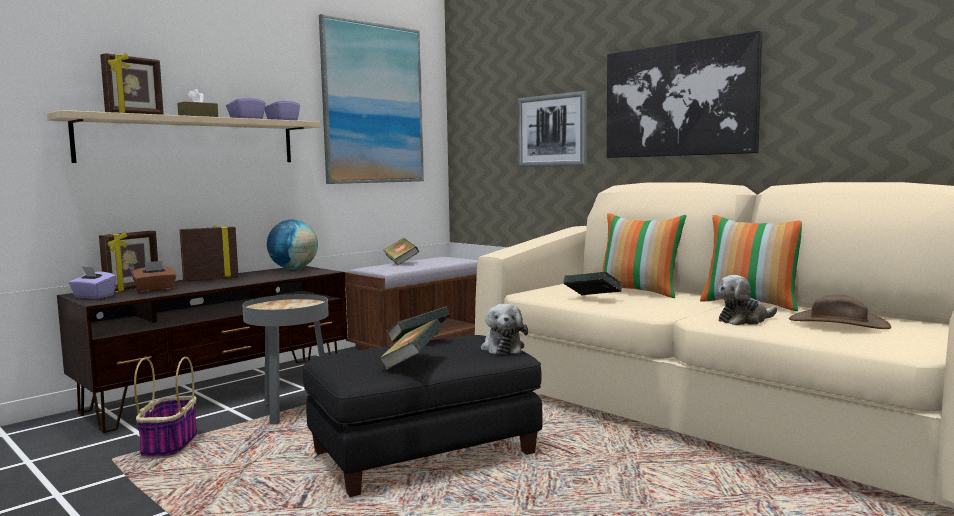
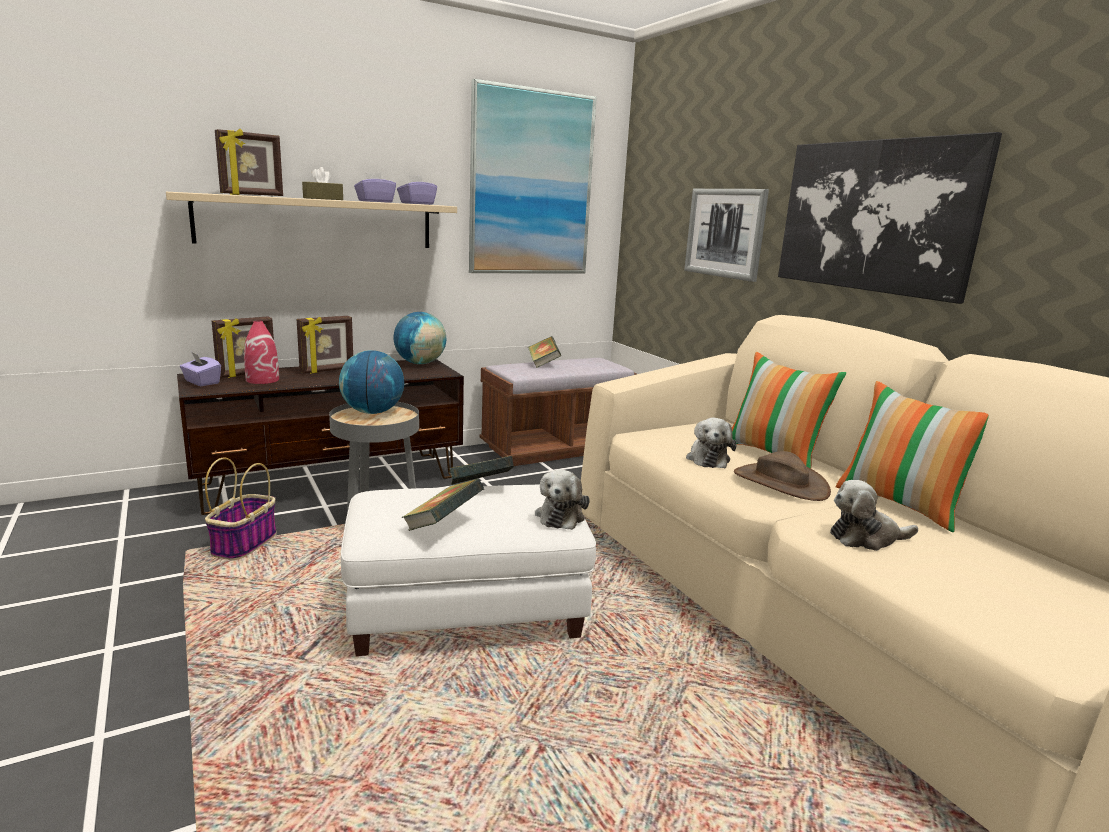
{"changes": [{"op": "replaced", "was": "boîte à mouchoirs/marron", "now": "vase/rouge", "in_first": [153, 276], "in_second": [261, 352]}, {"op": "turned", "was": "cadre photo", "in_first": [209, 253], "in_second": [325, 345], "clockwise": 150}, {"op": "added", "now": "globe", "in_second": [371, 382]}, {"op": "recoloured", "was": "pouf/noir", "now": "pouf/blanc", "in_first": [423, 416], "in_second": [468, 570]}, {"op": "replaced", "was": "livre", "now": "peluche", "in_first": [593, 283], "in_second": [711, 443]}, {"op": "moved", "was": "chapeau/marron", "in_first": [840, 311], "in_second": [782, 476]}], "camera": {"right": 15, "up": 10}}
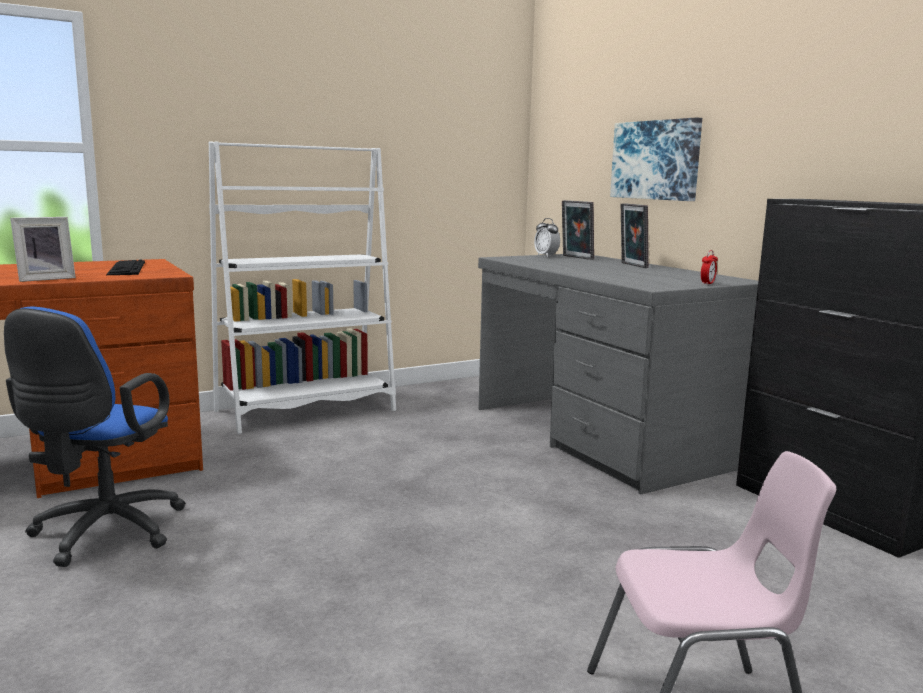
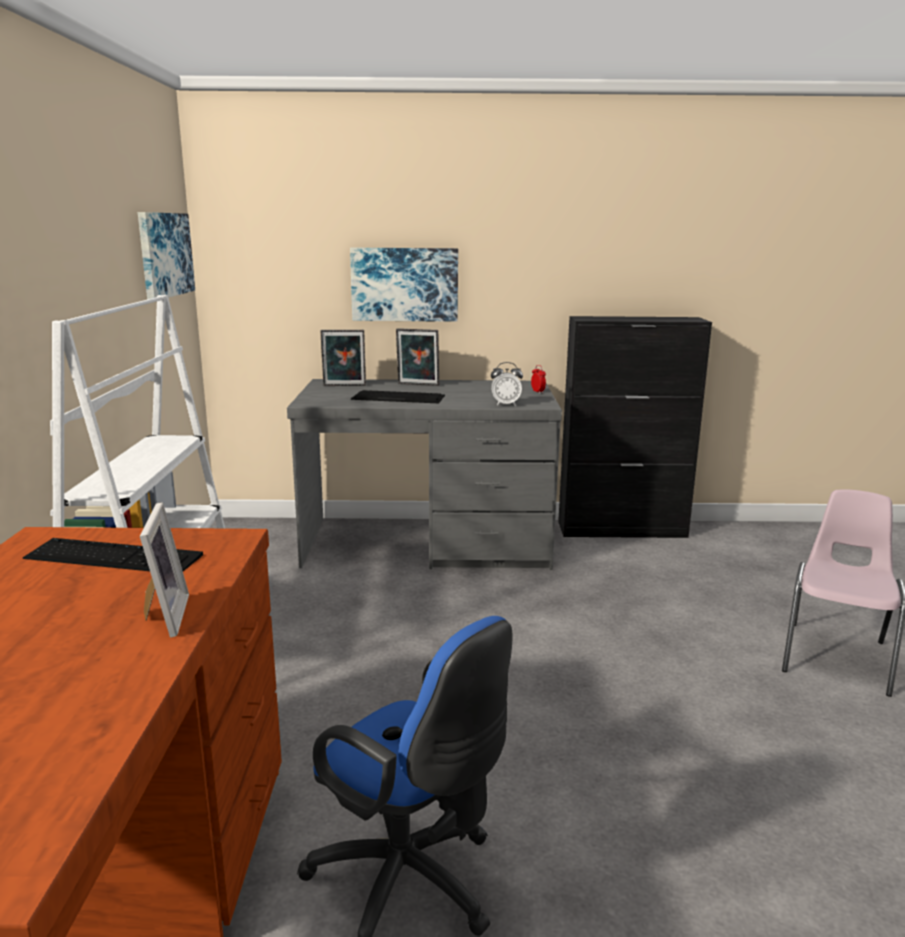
{"changes": [{"op": "added", "now": "tableau", "in_second": [166, 255]}, {"op": "added", "now": "clavier", "in_second": [398, 396]}, {"op": "moved", "was": "réveil", "in_first": [547, 237], "in_second": [507, 384]}], "camera": {"right": -60, "up": 5}}
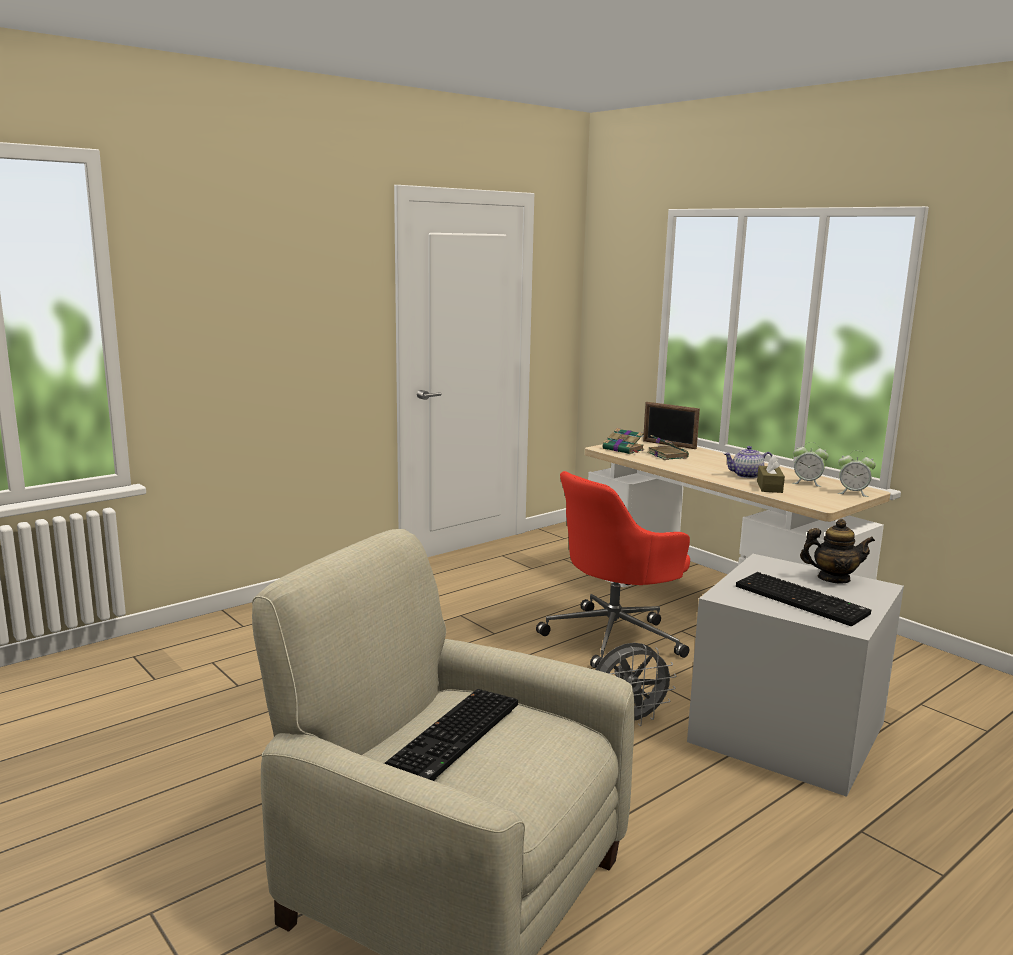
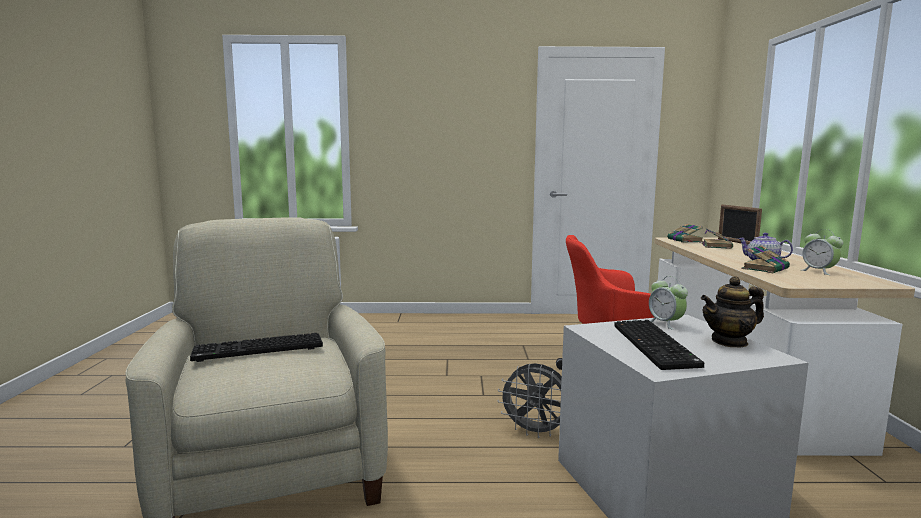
{"changes": [{"op": "moved", "was": "réveil", "in_first": [857, 474], "in_second": [668, 303]}, {"op": "turned", "was": "théière", "in_first": [837, 551], "in_second": [732, 312], "clockwise": 120}, {"op": "replaced", "was": "boîte à mouchoirs/marron", "now": "livre", "in_first": [771, 474], "in_second": [766, 259]}], "camera": {"right": 40, "up": -5}}
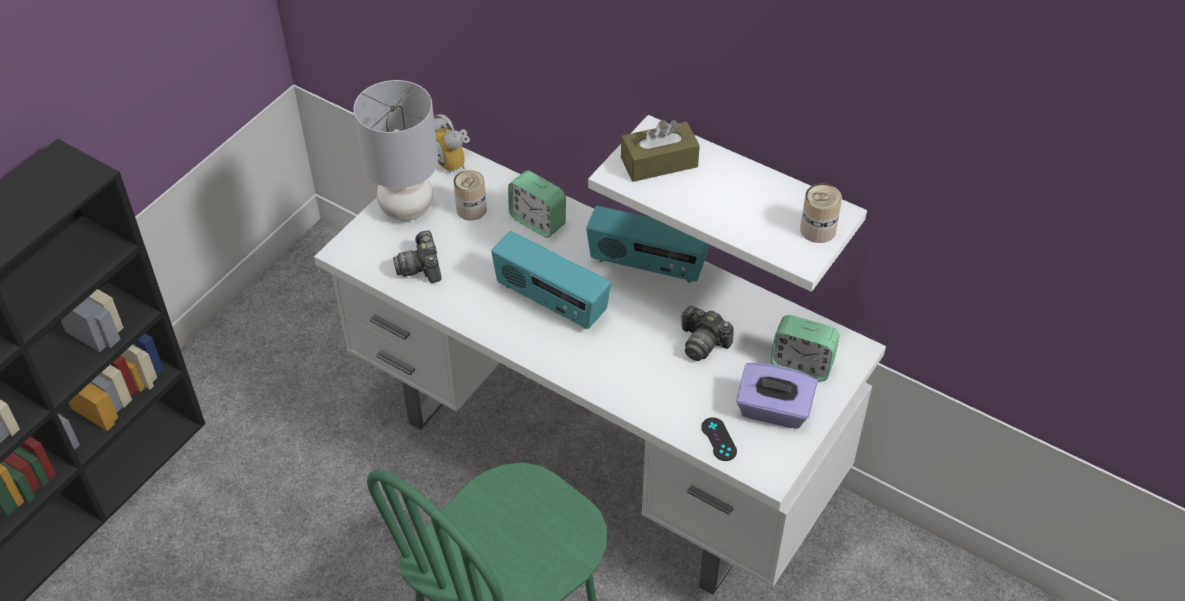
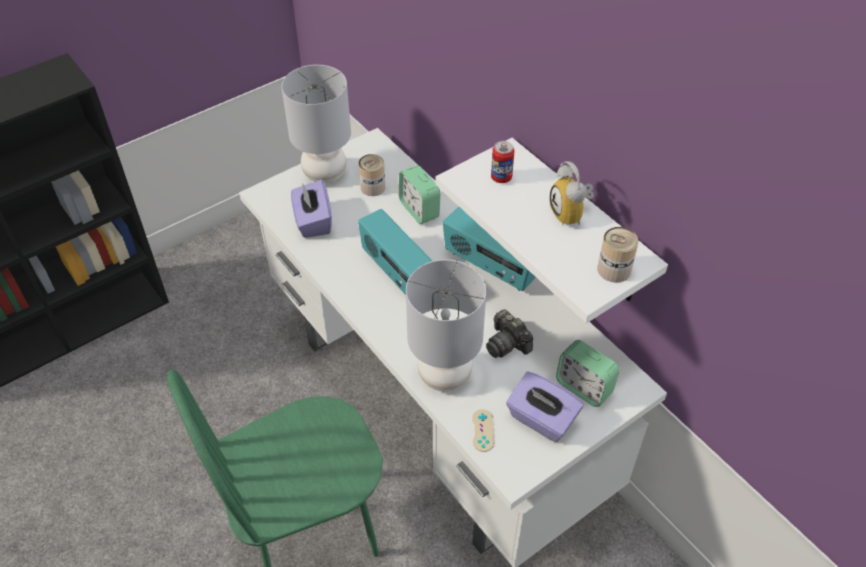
{"changes": [{"op": "replaced", "was": "appareil photo", "now": "boîte à mouchoirs/violet", "in_first": [417, 256], "in_second": [311, 209]}, {"op": "added", "now": "lampe de table/gris", "in_second": [446, 325]}, {"op": "recoloured", "was": "manette/noir", "now": "manette/beige", "in_first": [719, 439], "in_second": [483, 430]}, {"op": "replaced", "was": "boîte à mouchoirs/marron", "now": "boîte métallique", "in_first": [660, 151], "in_second": [503, 162]}, {"op": "moved", "was": "réveil", "in_first": [452, 143], "in_second": [571, 193]}], "camera": {"right": 20, "up": 0}}
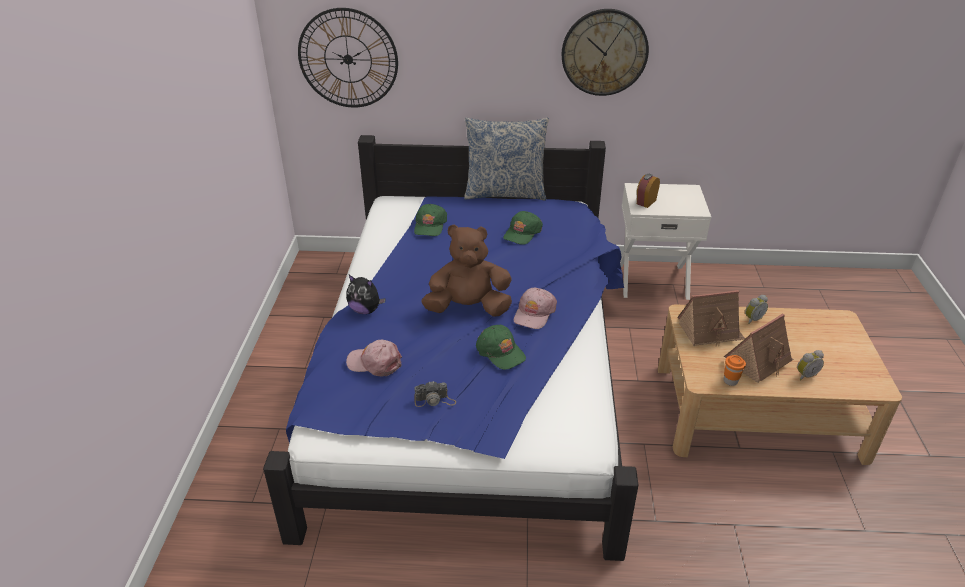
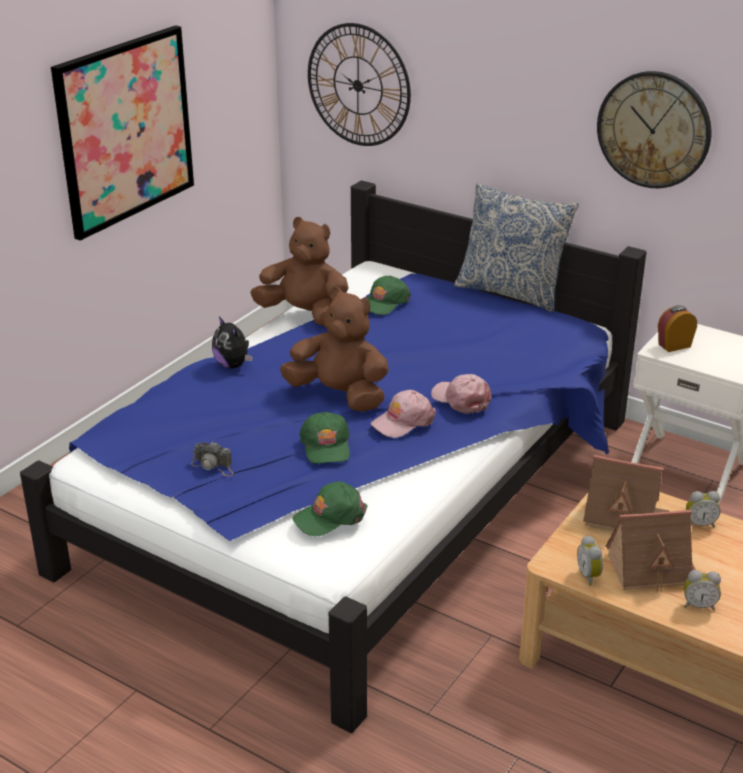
{"changes": [{"op": "added", "now": "tableau", "in_second": [122, 133]}, {"op": "added", "now": "peluche/marron", "in_second": [299, 271]}, {"op": "moved", "was": "casquette/vert", "in_first": [523, 228], "in_second": [330, 508]}, {"op": "moved", "was": "casquette/rose", "in_first": [374, 358], "in_second": [461, 394]}, {"op": "replaced", "was": "tasse/orange", "now": "réveil", "in_first": [735, 370], "in_second": [590, 560]}], "camera": {"right": 30, "up": -5}}
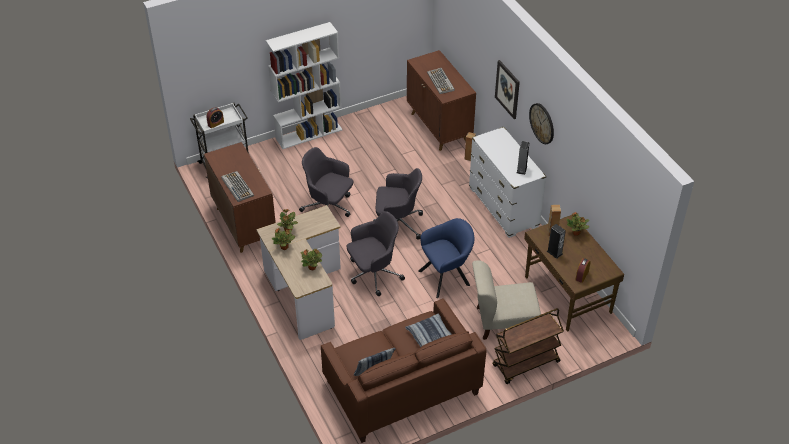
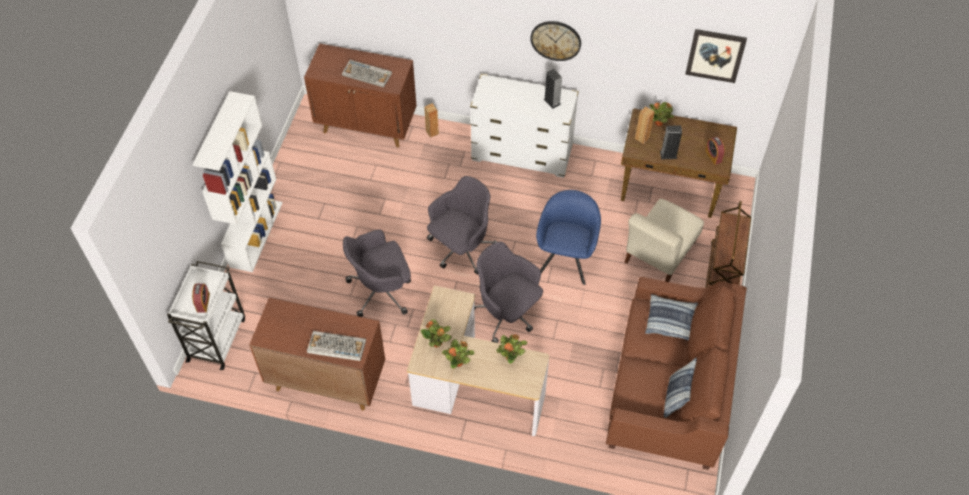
{"changes": [{"op": "turned", "was": "chaise de bureau/gris", "in_first": [376, 253], "in_second": [508, 292], "clockwise": -60}, {"op": "moved", "was": "tableau", "in_first": [507, 89], "in_second": [716, 56]}], "camera": {"right": -50, "up": 10}}
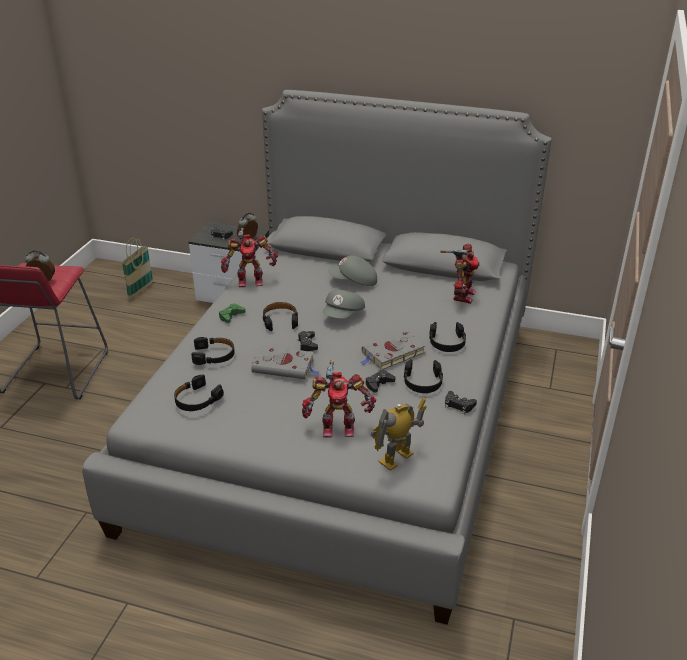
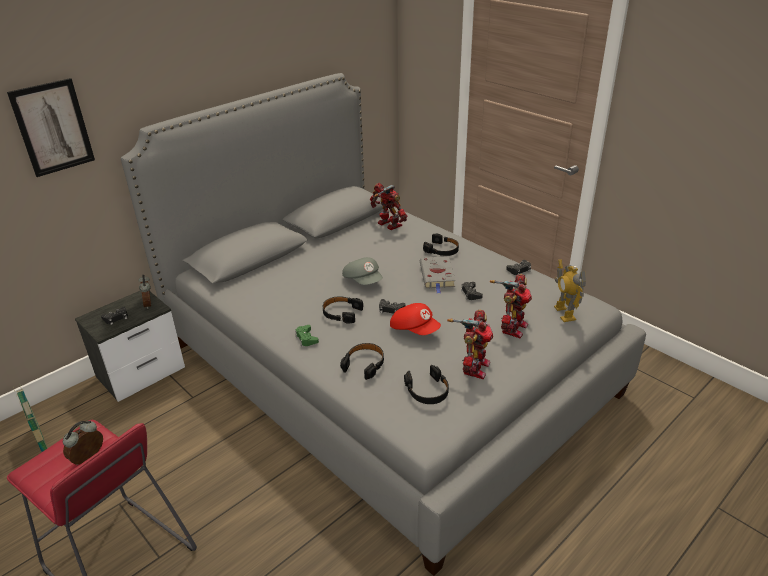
{"changes": [{"op": "added", "now": "tableau", "in_second": [51, 127]}, {"op": "replaced", "was": "livre/gris", "now": "casquette/rouge", "in_first": [285, 362], "in_second": [415, 319]}, {"op": "moved", "was": "robot jouet", "in_first": [249, 257], "in_second": [470, 344]}, {"op": "removed", "was": "casquette/gris", "in_first": [352, 270]}, {"op": "removed", "was": "casque audio/noir", "in_first": [423, 376]}], "camera": {"right": -60, "up": 0}}
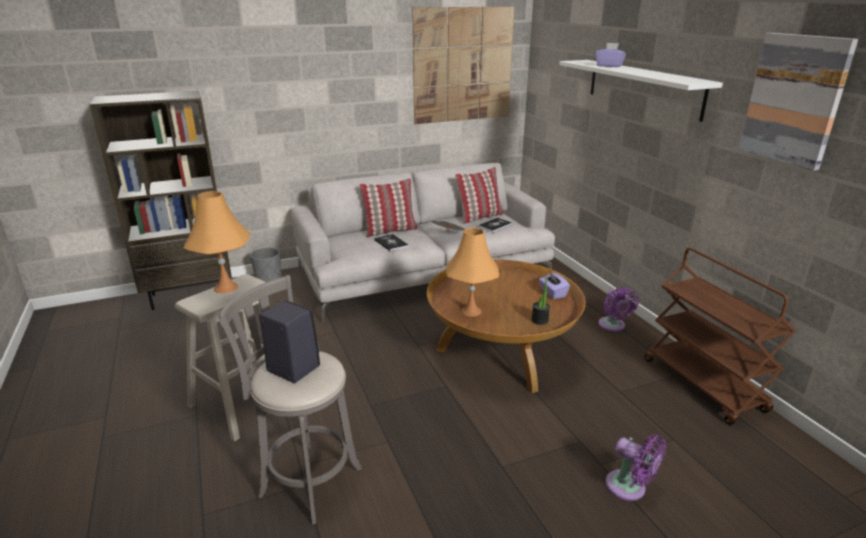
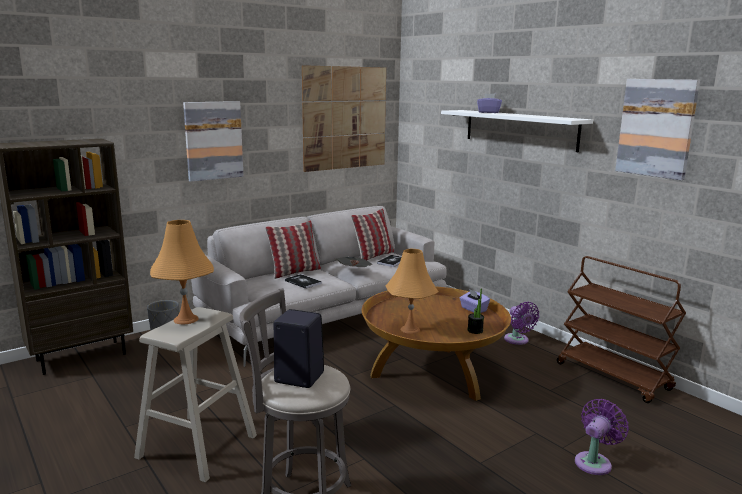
{"changes": [{"op": "added", "now": "tableau", "in_second": [213, 141]}, {"op": "turned", "was": "ventilateur/violet", "in_first": [636, 467], "in_second": [602, 437], "clockwise": -75}], "camera": {"right": -15, "up": -10}}
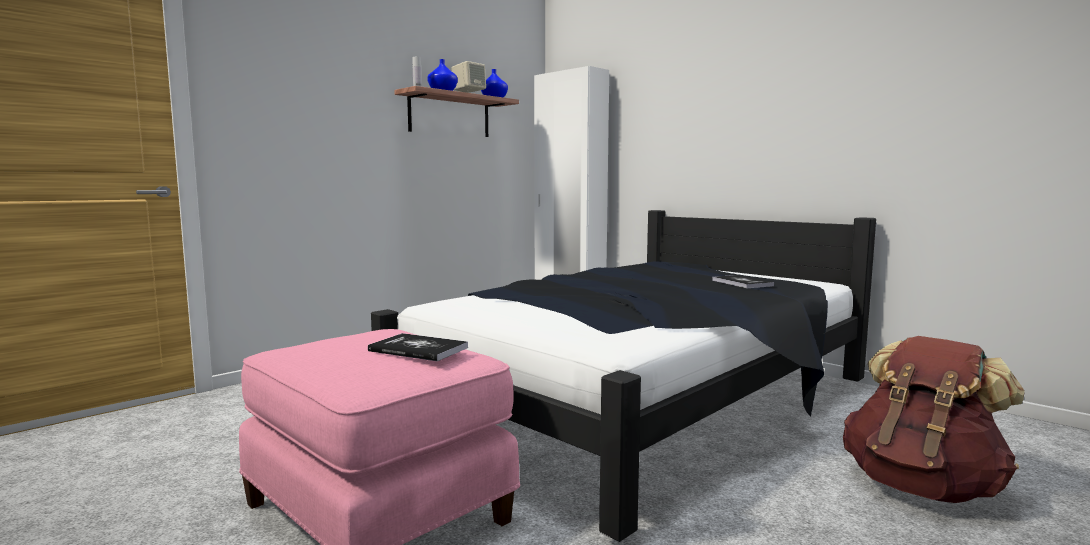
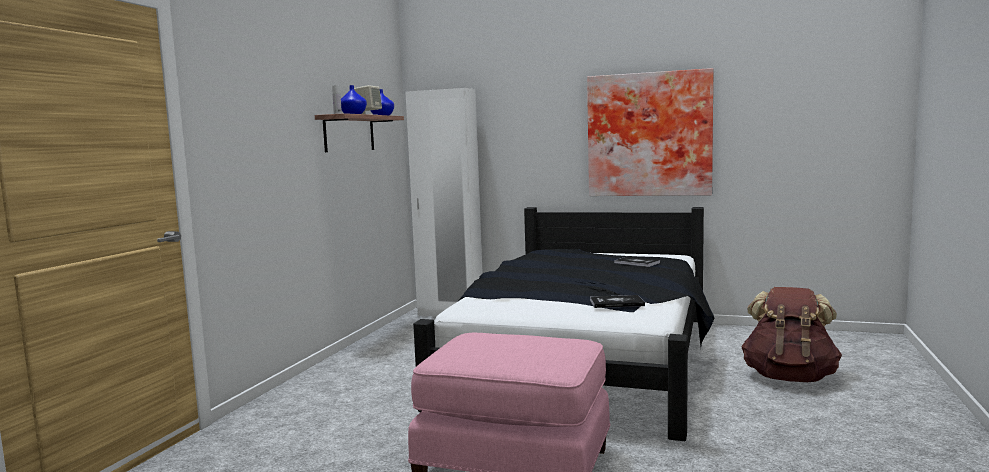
{"changes": [{"op": "added", "now": "tableau", "in_second": [650, 132]}, {"op": "moved", "was": "livre", "in_first": [418, 347], "in_second": [617, 301]}], "camera": {"right": -25, "up": 0}}
